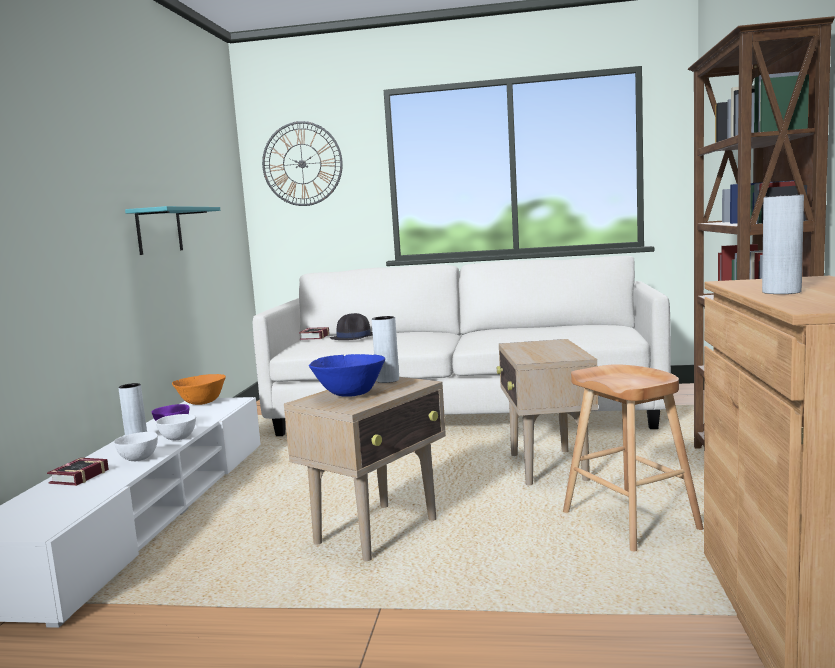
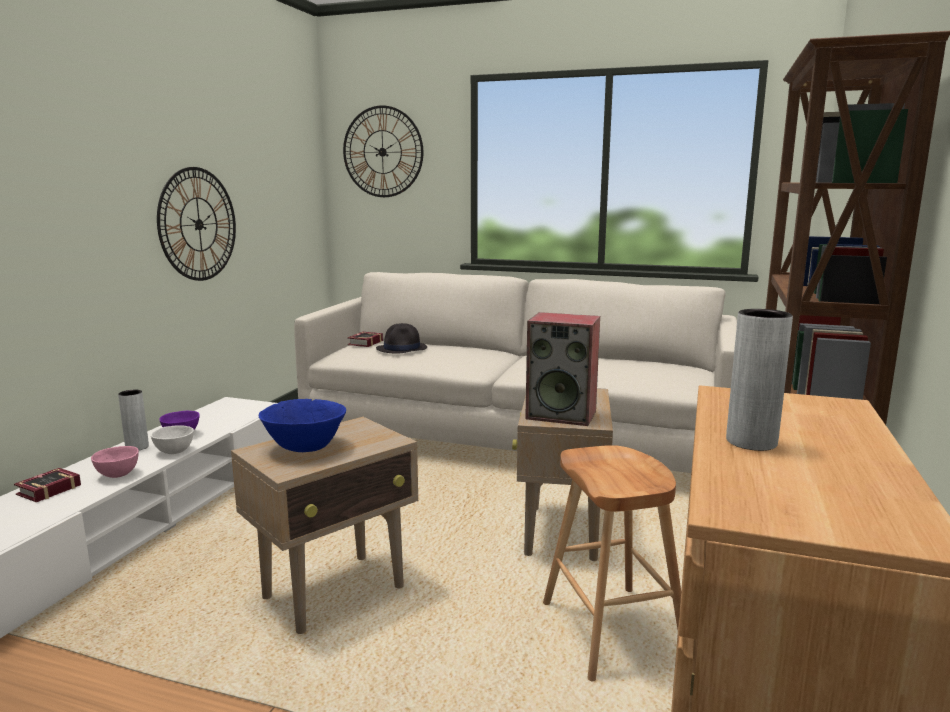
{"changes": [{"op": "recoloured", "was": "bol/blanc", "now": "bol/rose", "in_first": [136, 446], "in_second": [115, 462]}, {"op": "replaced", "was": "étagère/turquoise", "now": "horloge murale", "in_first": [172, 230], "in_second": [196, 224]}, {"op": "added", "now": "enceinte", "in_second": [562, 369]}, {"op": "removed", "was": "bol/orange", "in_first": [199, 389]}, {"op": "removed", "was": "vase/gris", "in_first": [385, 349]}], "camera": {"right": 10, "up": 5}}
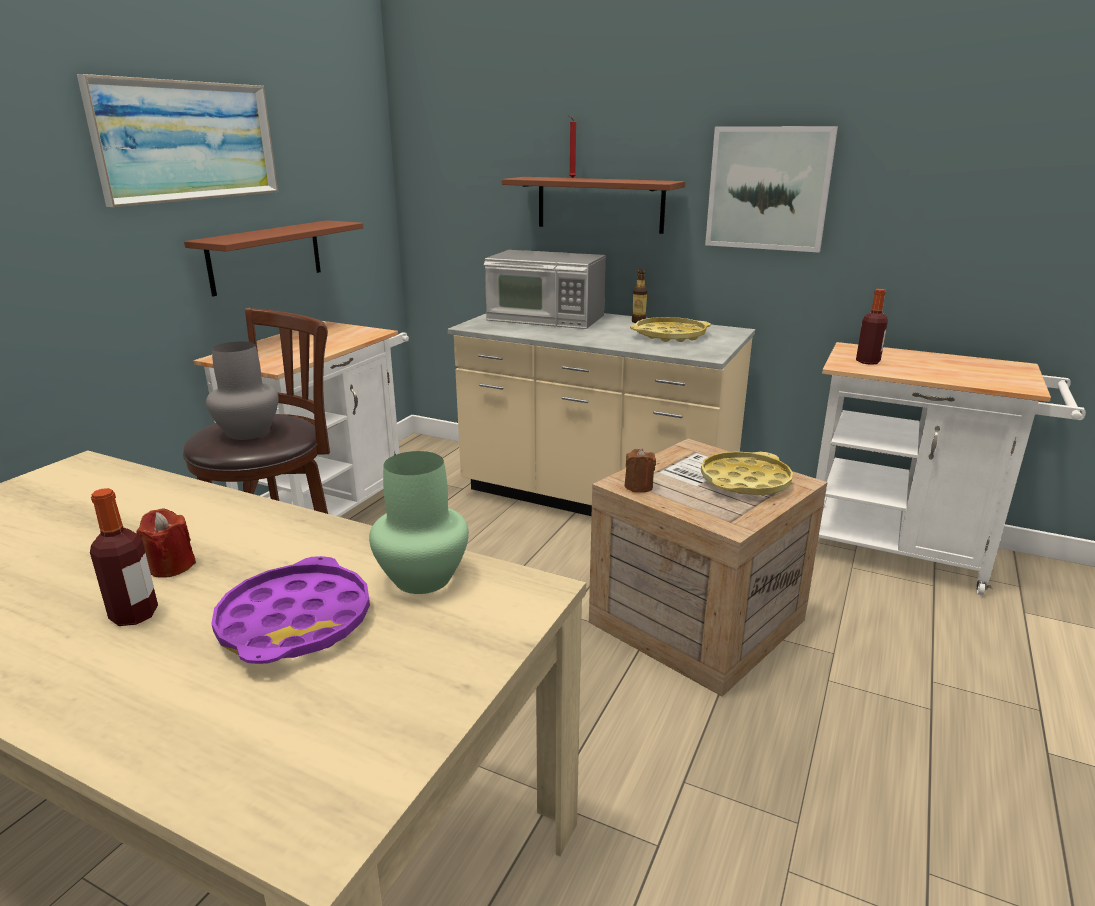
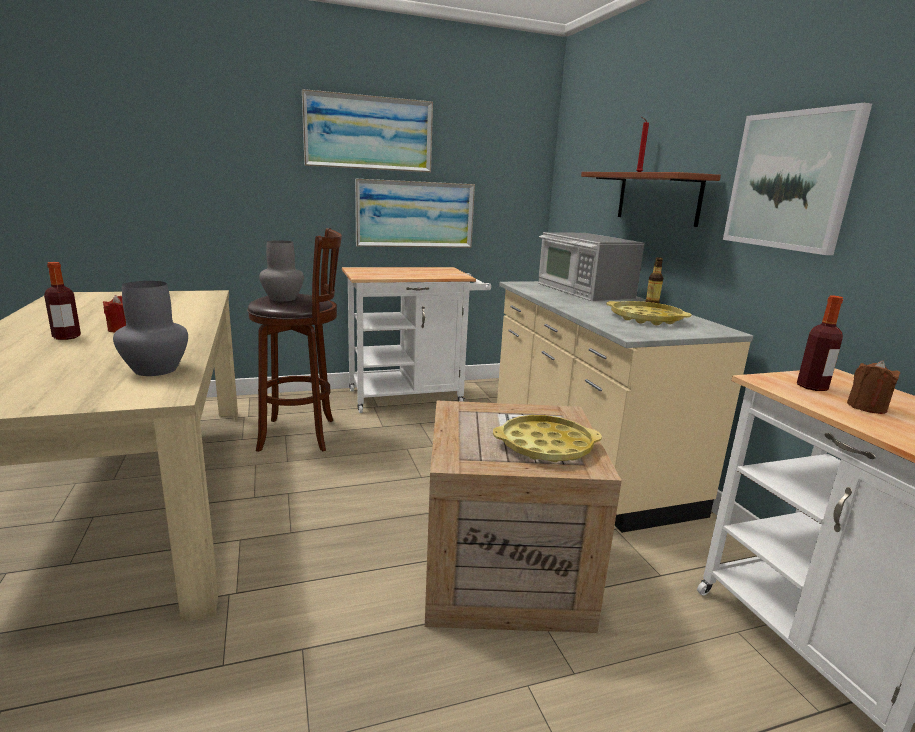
{"changes": [{"op": "recoloured", "was": "vase/vert", "now": "vase/gris", "in_first": [419, 522], "in_second": [150, 328]}, {"op": "replaced", "was": "étagère/marron", "now": "tableau", "in_first": [273, 258], "in_second": [415, 213]}, {"op": "moved", "was": "bougie/marron", "in_first": [640, 470], "in_second": [873, 387]}, {"op": "removed", "was": "plateau/violet", "in_first": [290, 610]}], "camera": {"right": 45, "up": -5}}
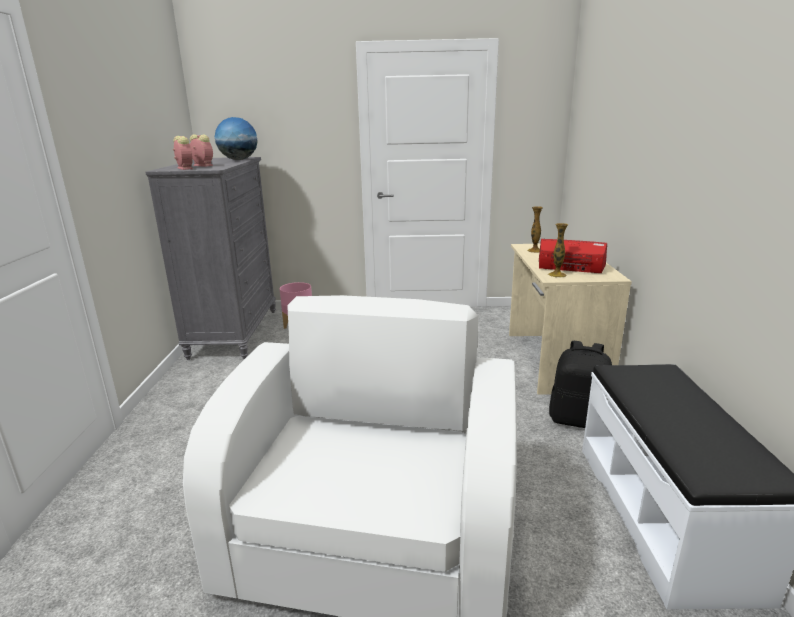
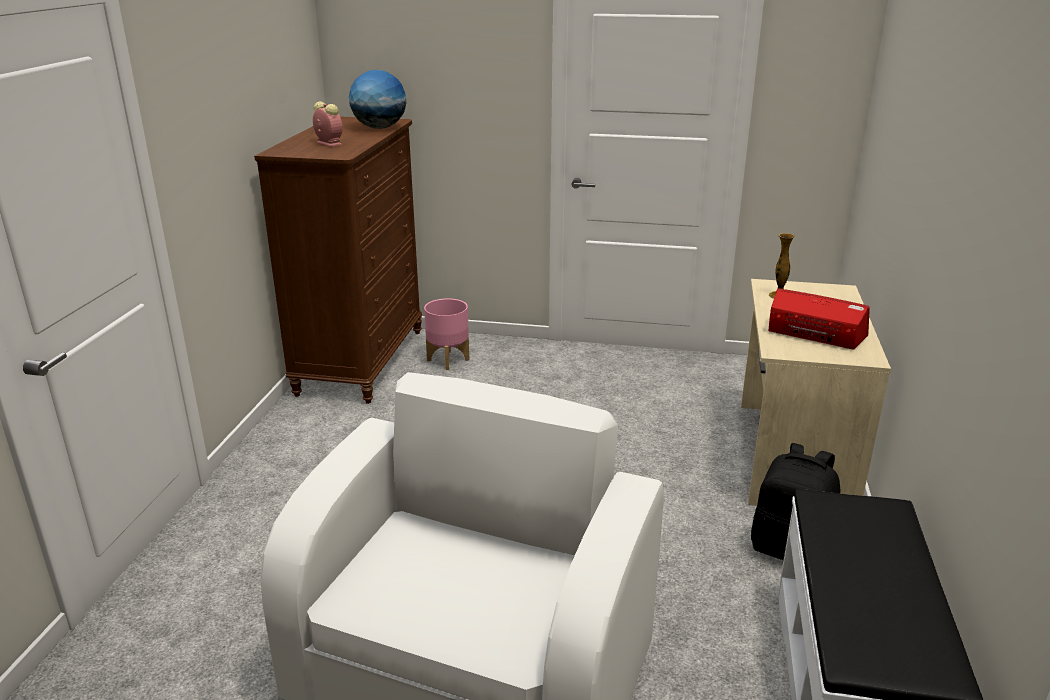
{"changes": [{"op": "recoloured", "was": "commode/gris", "now": "commode/marron", "in_first": [211, 258], "in_second": [338, 260]}, {"op": "removed", "was": "réveil", "in_first": [183, 153]}, {"op": "removed", "was": "vase", "in_first": [558, 250]}], "camera": {"right": 10, "up": 5}}
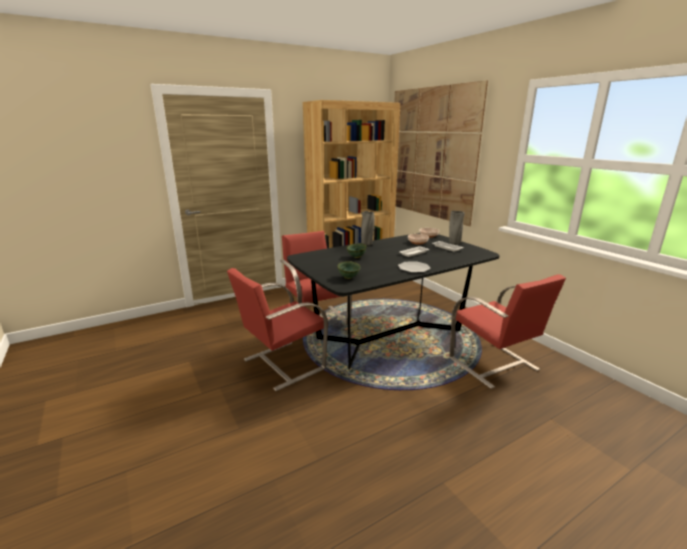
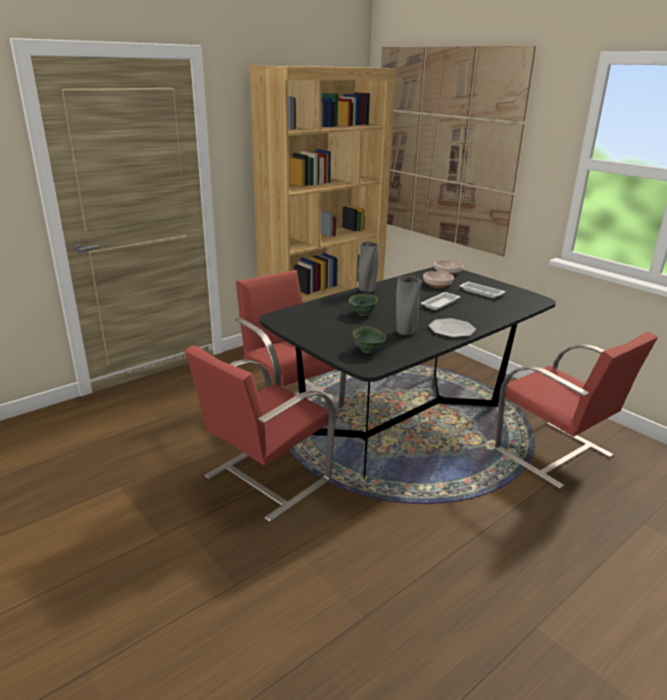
{"changes": [{"op": "moved", "was": "vase/gris", "in_first": [457, 228], "in_second": [409, 306]}], "camera": {"right": -10, "up": 5}}
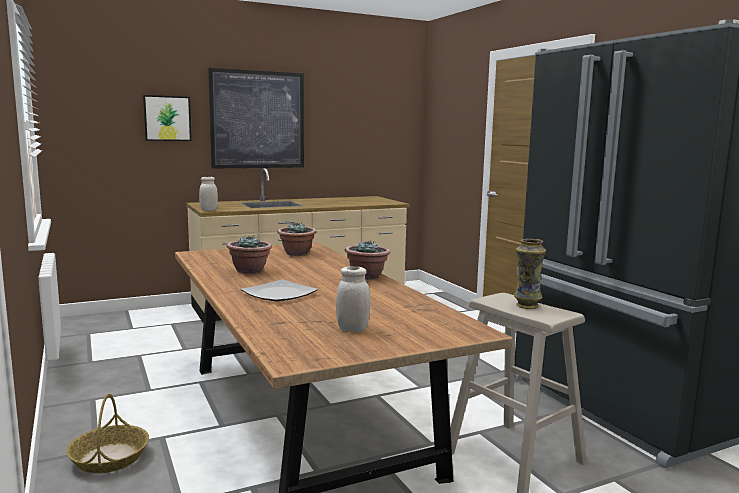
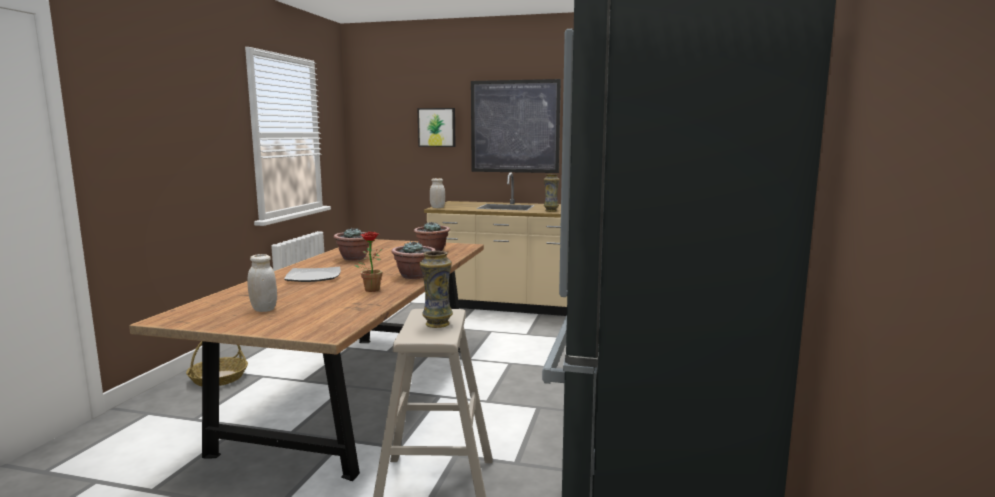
{"changes": [{"op": "added", "now": "plante en pot", "in_second": [368, 262]}, {"op": "added", "now": "vase", "in_second": [552, 193]}], "camera": {"right": 40, "up": 0}}
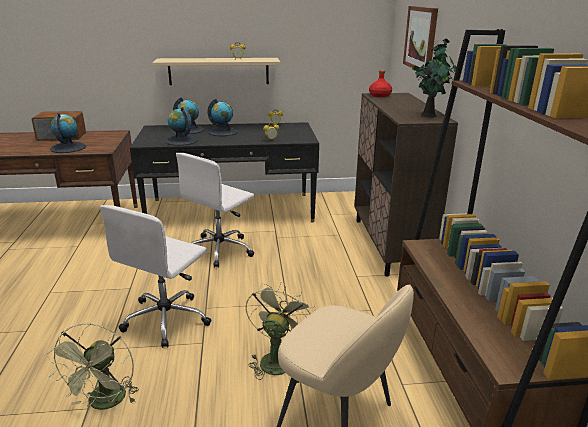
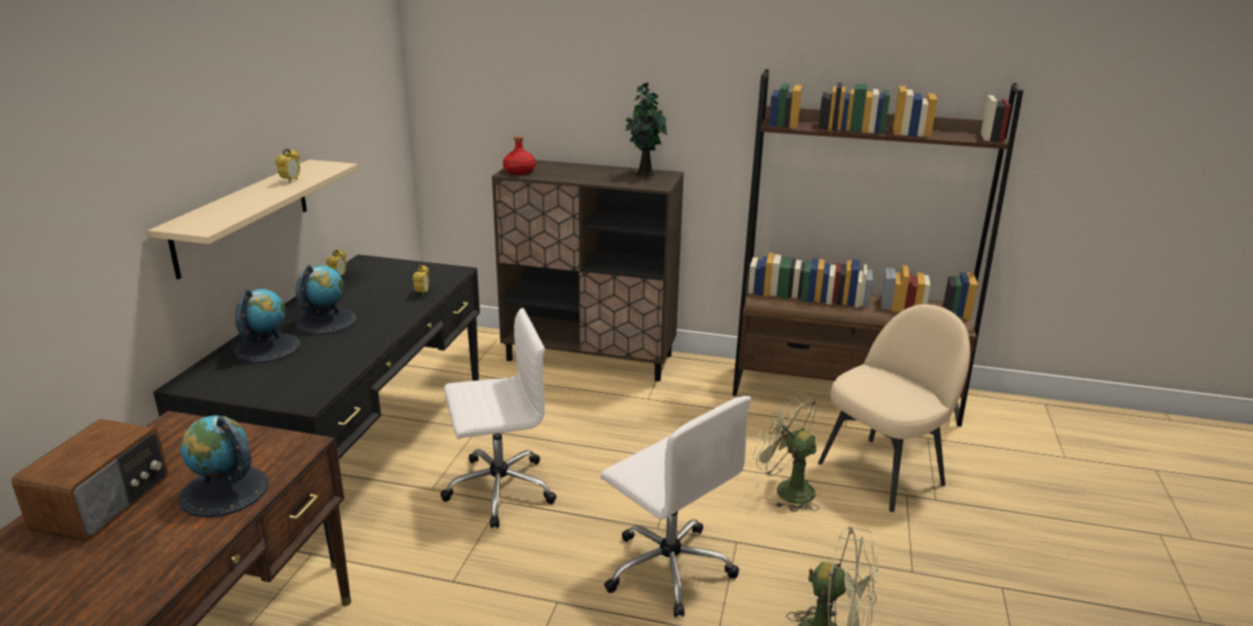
{"changes": [{"op": "turned", "was": "chaise de bureau/blanc", "in_first": [215, 210], "in_second": [498, 418], "clockwise": -75}, {"op": "removed", "was": "globe", "in_first": [181, 126]}, {"op": "removed", "was": "tableau", "in_first": [420, 38]}], "camera": {"right": -70, "up": 0}}
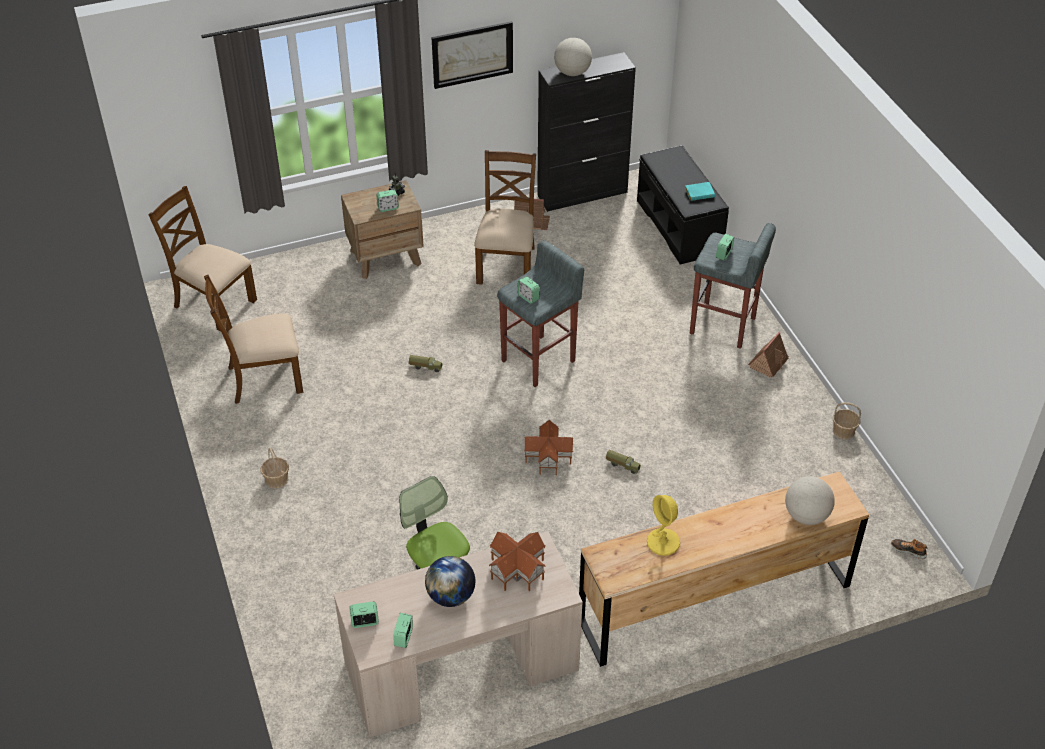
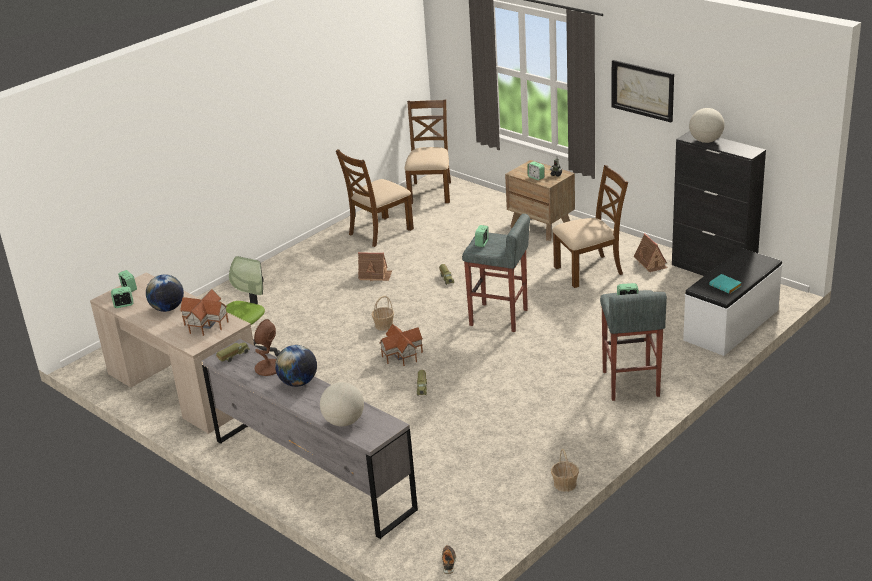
{"changes": [{"op": "recoloured", "was": "commode/marron", "now": "commode/gris", "in_first": [724, 569], "in_second": [309, 439]}, {"op": "added", "now": "camion jouet", "in_second": [233, 352]}, {"op": "recoloured", "was": "lampe de table/jaune", "now": "lampe de table/marron", "in_first": [663, 525], "in_second": [265, 347]}, {"op": "added", "now": "globe", "in_second": [296, 366]}, {"op": "turned", "was": "chaise/marron", "in_first": [253, 339], "in_second": [375, 198], "clockwise": -90}, {"op": "moved", "was": "maison miniature", "in_first": [768, 355], "in_second": [375, 267]}, {"op": "moved", "was": "panier", "in_first": [274, 468], "in_second": [382, 313]}, {"op": "recoloured", "was": "banc/noir", "now": "banc/blanc", "in_first": [683, 205], "in_second": [732, 302]}], "camera": {"right": 65, "up": -15}}
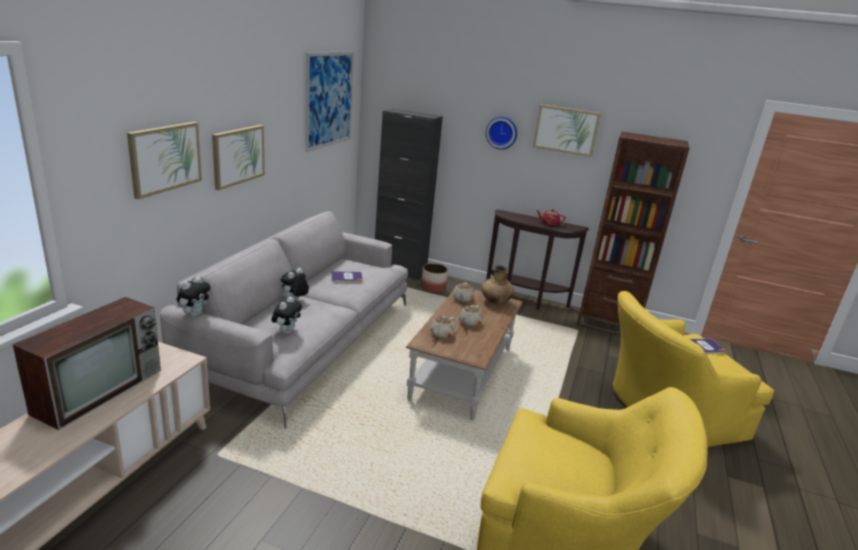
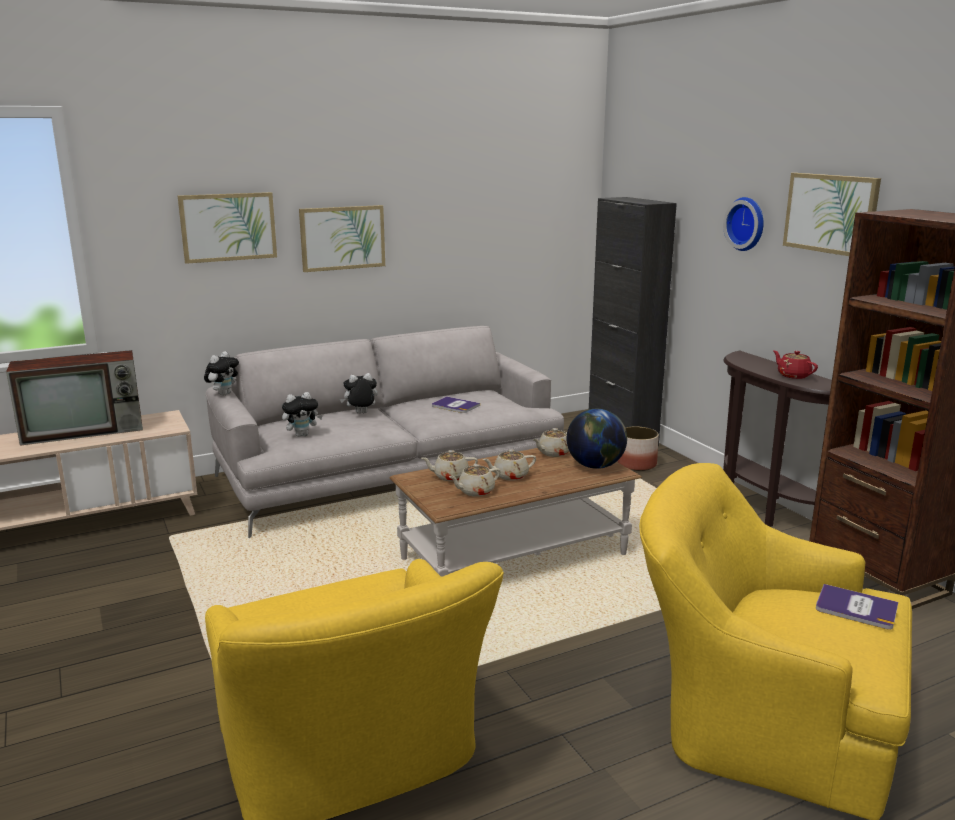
{"changes": [{"op": "turned", "was": "peluche", "in_first": [194, 297], "in_second": [221, 373], "clockwise": -45}, {"op": "added", "now": "théière/beige", "in_second": [475, 480]}, {"op": "replaced", "was": "vase/marron", "now": "globe", "in_first": [497, 284], "in_second": [597, 439]}, {"op": "removed", "was": "tableau", "in_first": [329, 101]}], "camera": {"right": 45, "up": -5}}
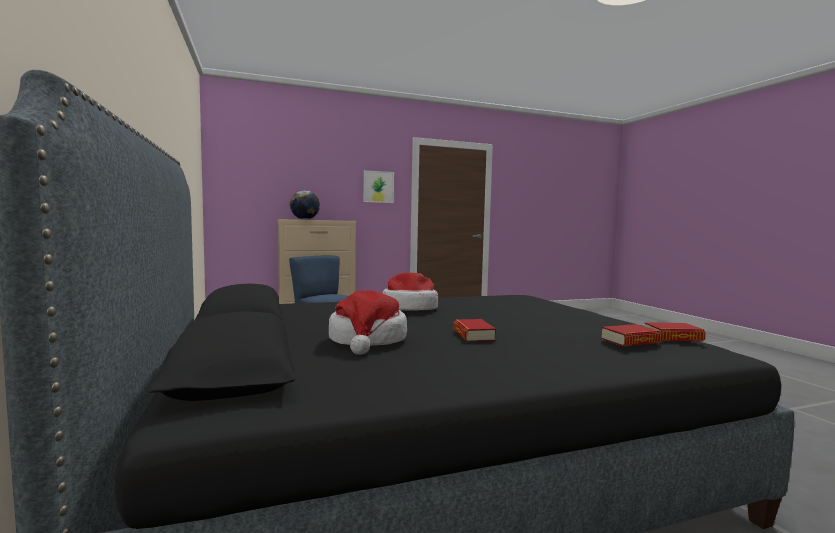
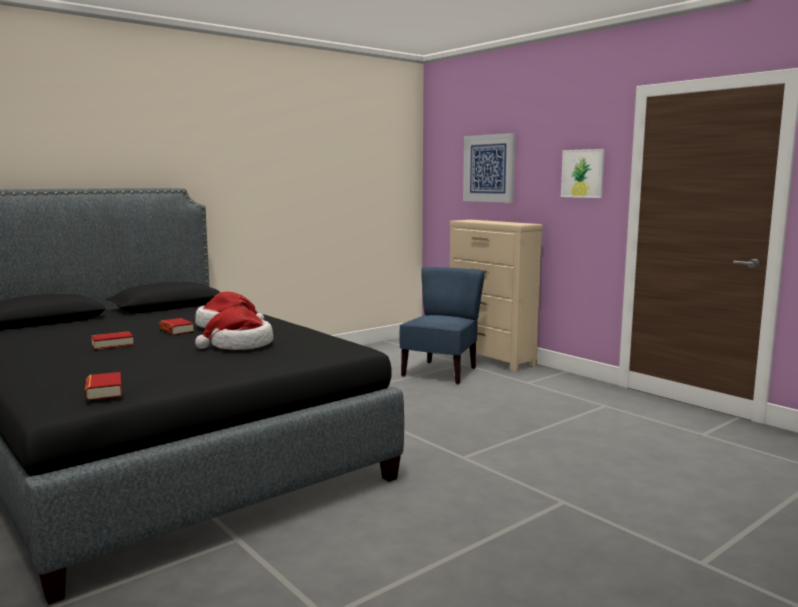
{"changes": [{"op": "moved", "was": "livre", "in_first": [631, 335], "in_second": [176, 326]}, {"op": "moved", "was": "chapeau", "in_first": [368, 322], "in_second": [234, 328]}, {"op": "added", "now": "tableau", "in_second": [489, 168]}, {"op": "removed", "was": "globe", "in_first": [305, 205]}], "camera": {"right": 70, "up": 5}}
